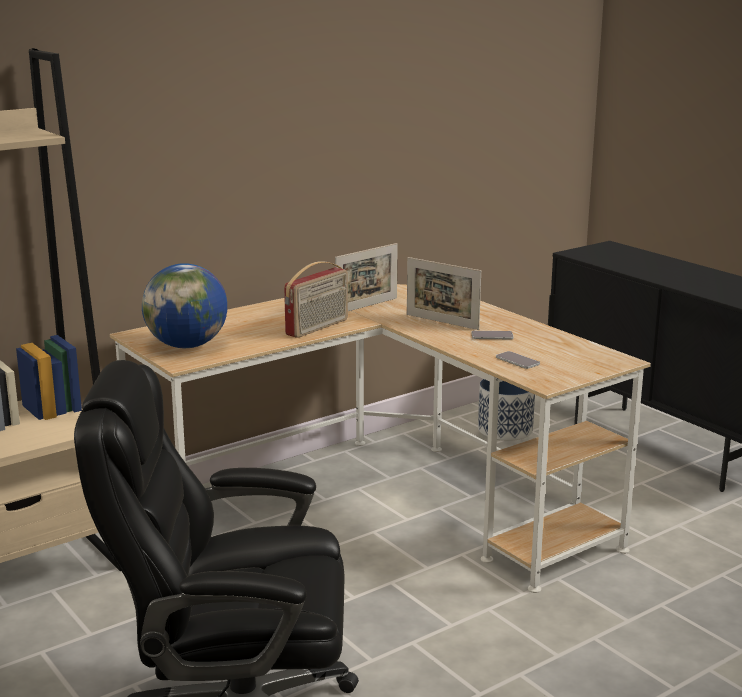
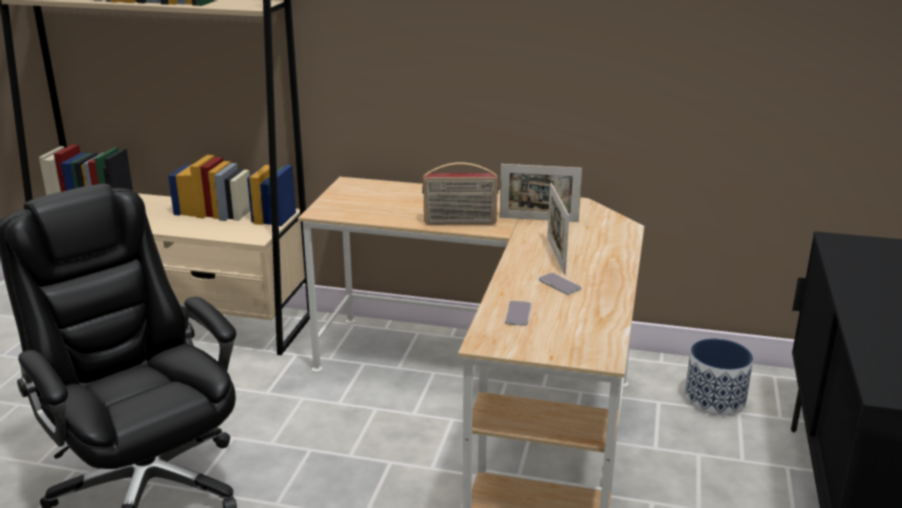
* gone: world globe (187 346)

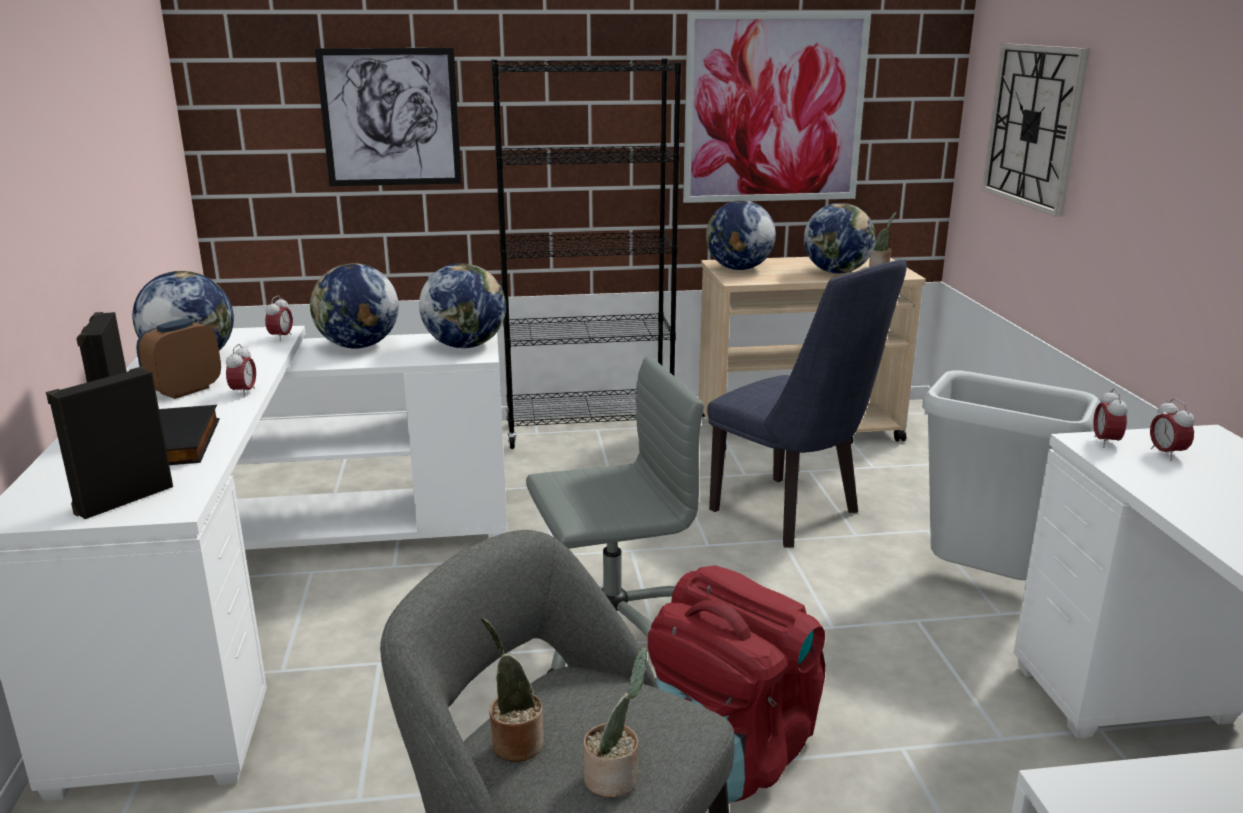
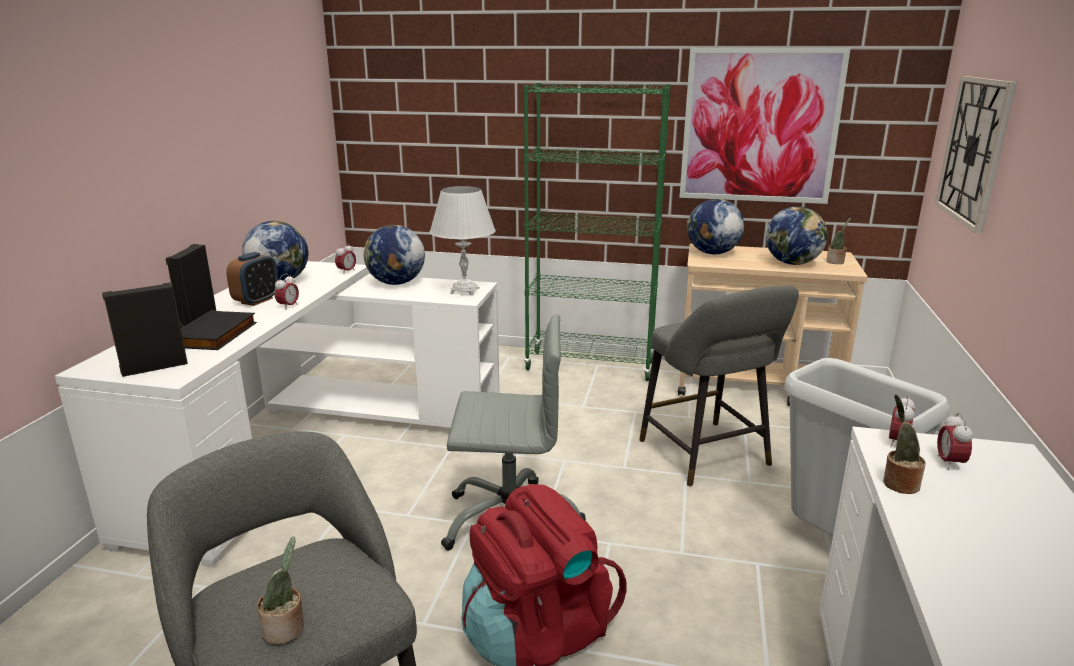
* gone: picture (390 117)
* repainted: black-coloured bookcase (589 432) to green bookcase (590 366)
* swapped: blue upright chair (794 515) to grey stool seat (708 456)
* swapped: world globe (465 345) to white-coloured table lamp (465 291)
* rotated: table clock (185 390) = (257 301) 150 degrees clockwise
* shifted: houseplant (514 743) to (898 483)

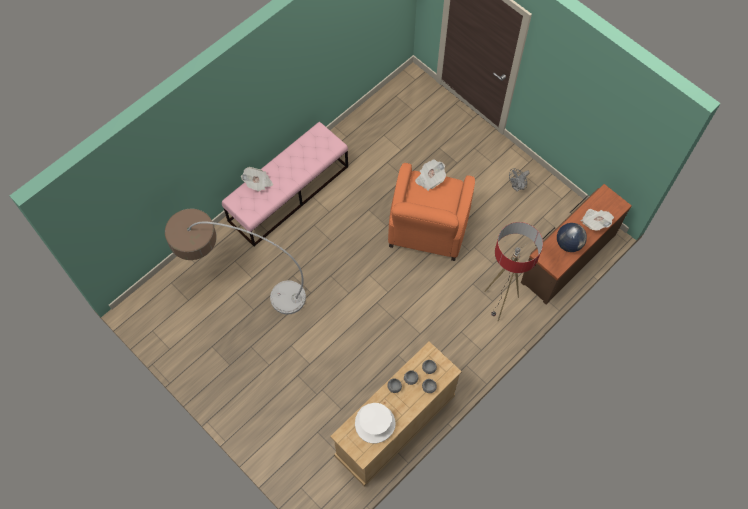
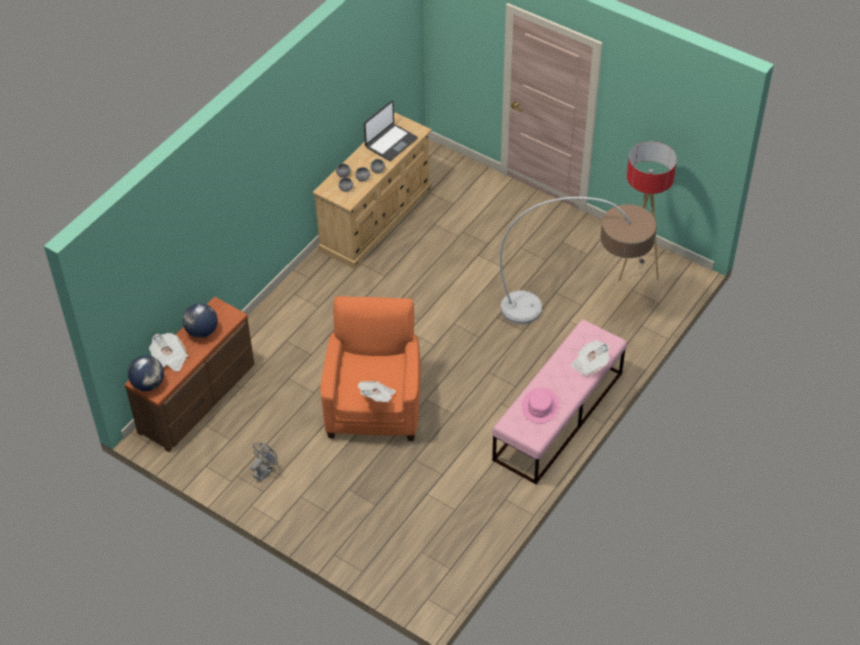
* shifted: standing lamp (500 303) to (637 271)
* swapped: white-coloured clothing hat (375 423) to portable computer (390 142)
* new: world globe (148 384)
* new: pink clothing hat (540 406)

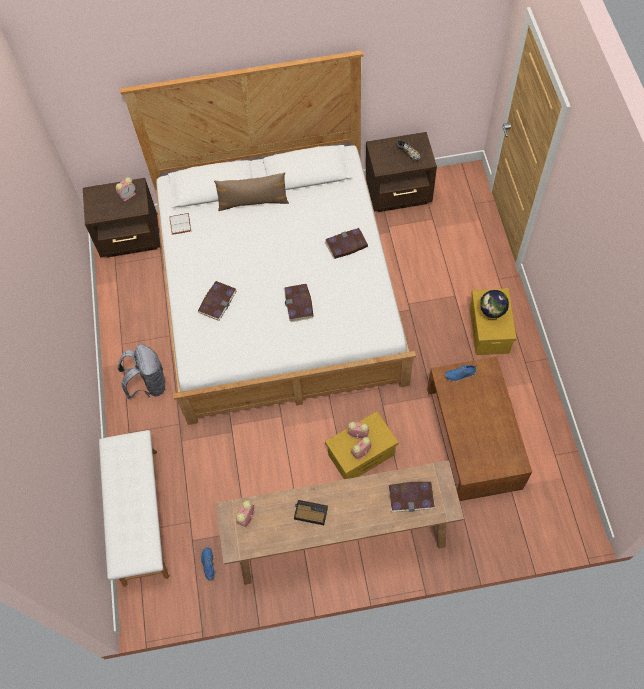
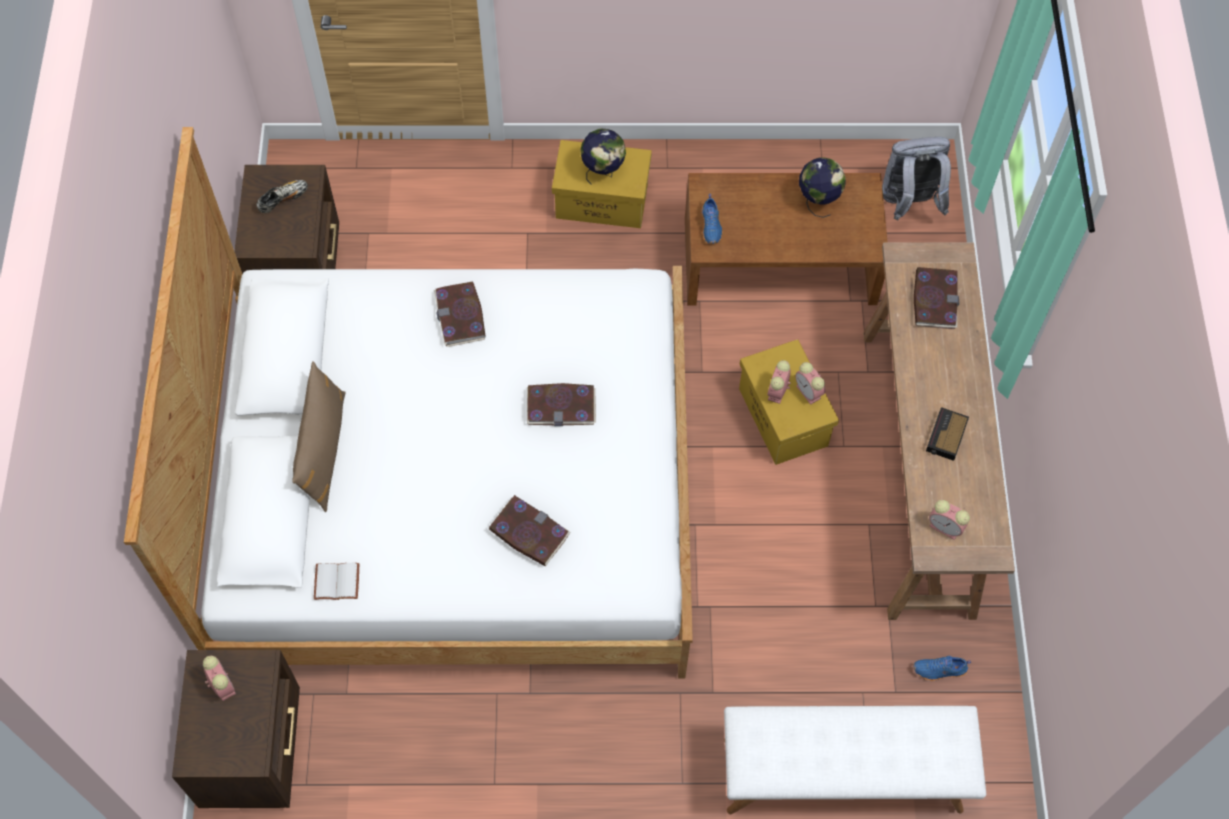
* shifted: grey rucksack (149 384) to (909 203)
* new: world globe (818 201)

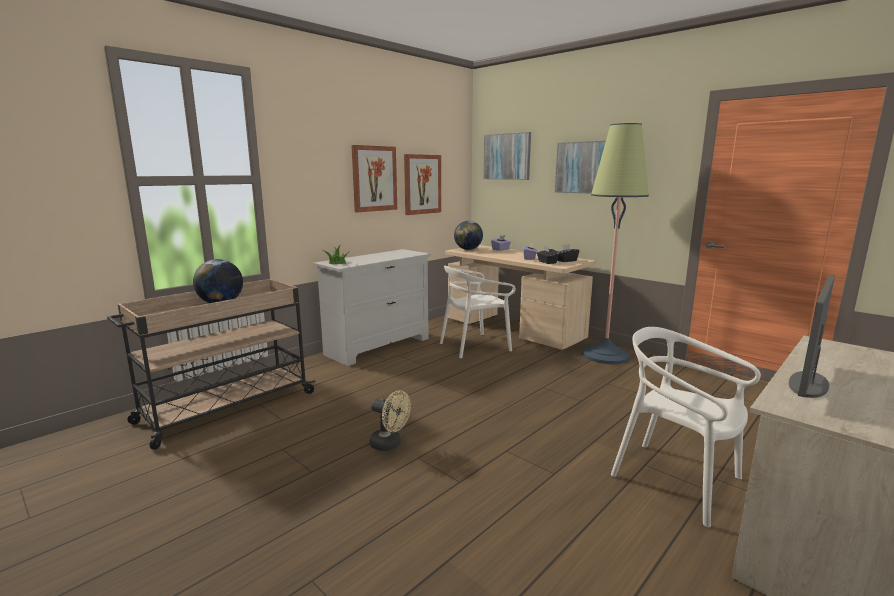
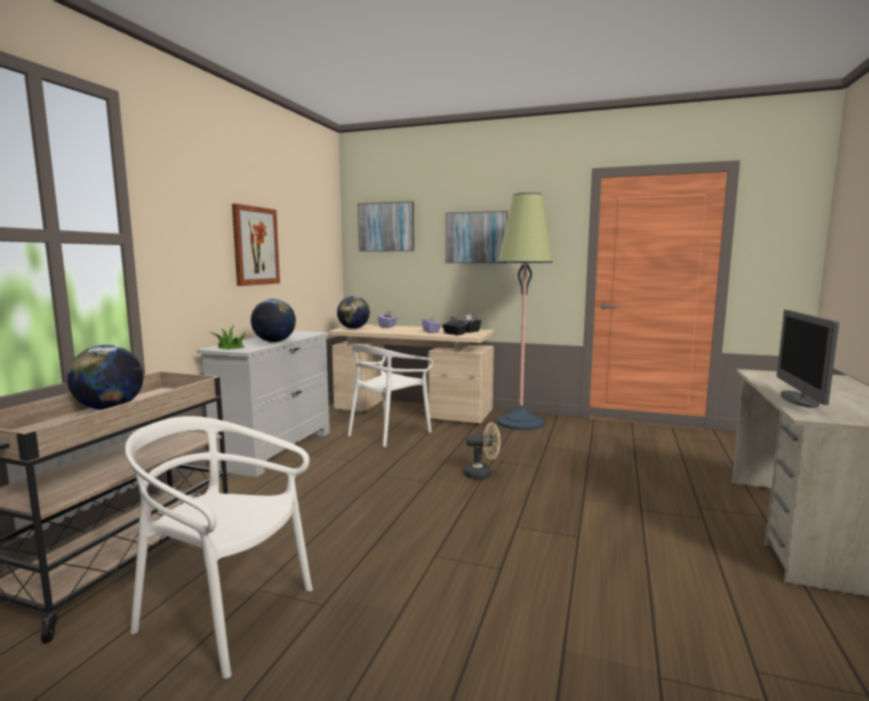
* gone: picture (422 184)
* shifted: white-coloured upright chair (676 480) to (225 615)
* shifted: beige-coloured cooling fan (390 444) to (482 474)
* new: world globe (274 342)

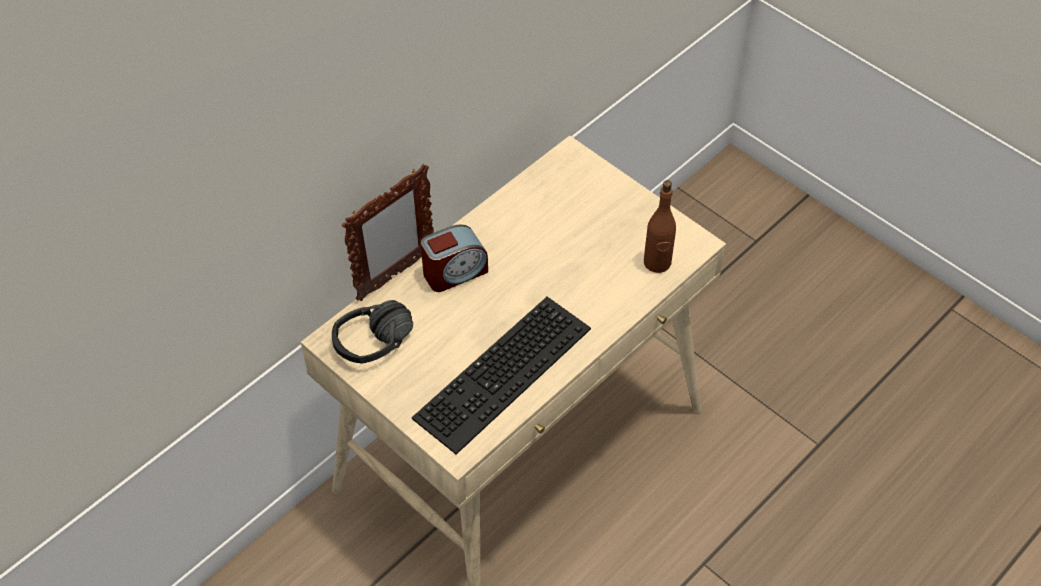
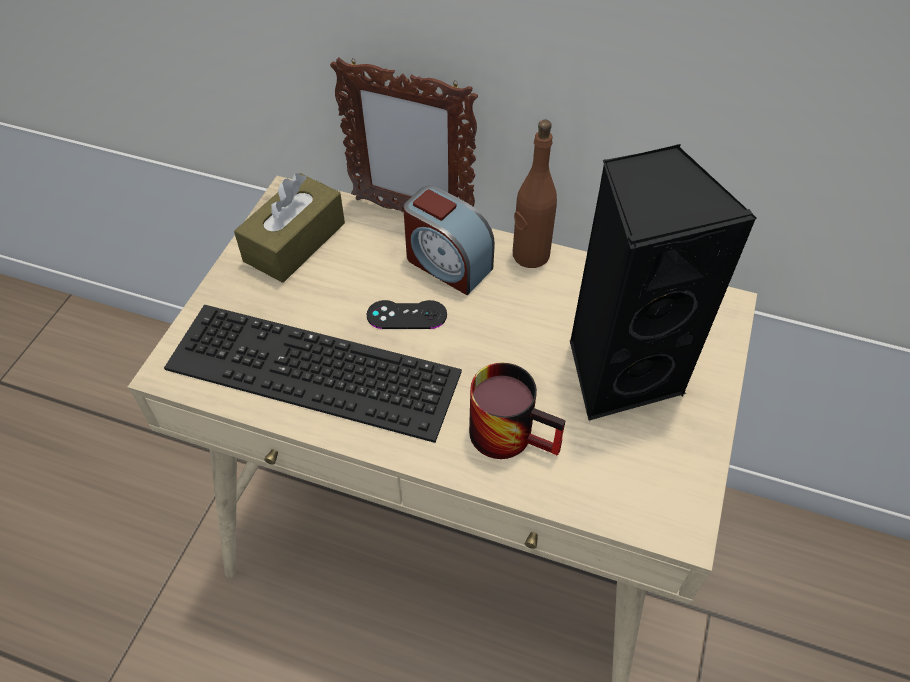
* shifted: brown drink bottle (657 263) to (530 255)
* swapped: black-coloured headphones (380 350) to brown box of tissues (295 242)
* new: black-coloured audio speaker (619 371)
* new: black-coloured gamepad (406 315)
* new: mug (513 432)

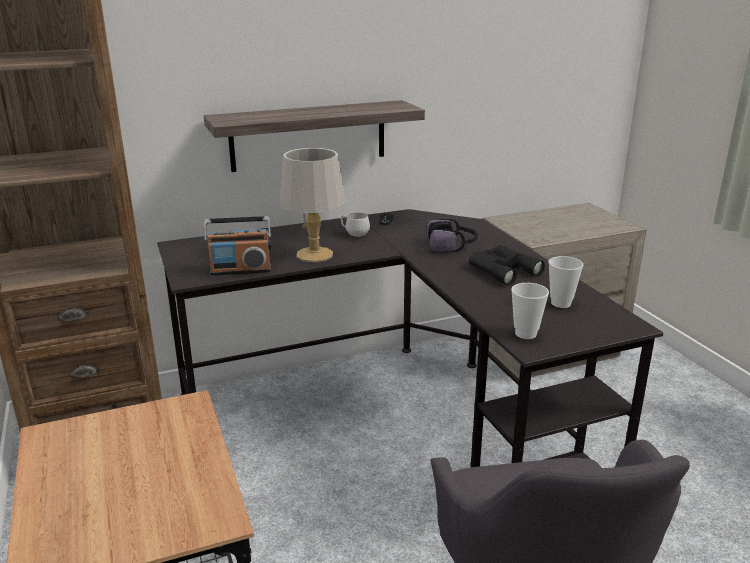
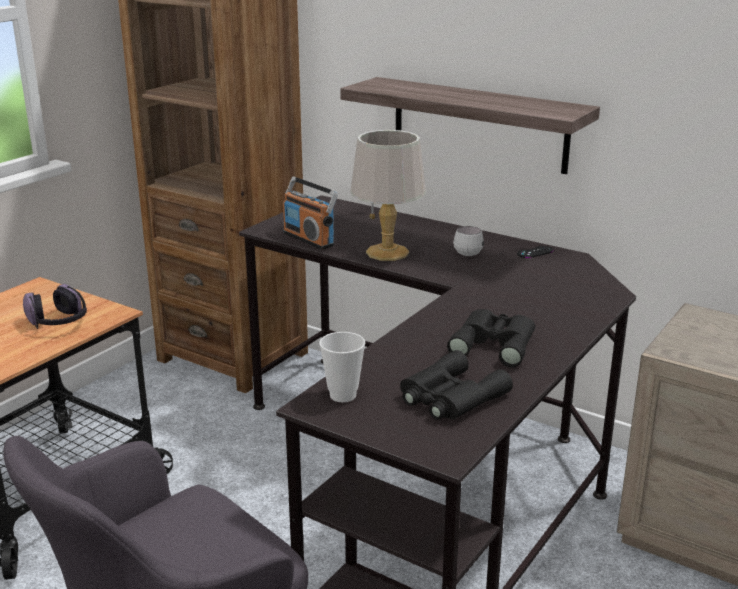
* shifted: headphones (452 246) to (58 323)
* swapped: drinking cup (561 303) to black-coloured pair of binoculars (449 397)

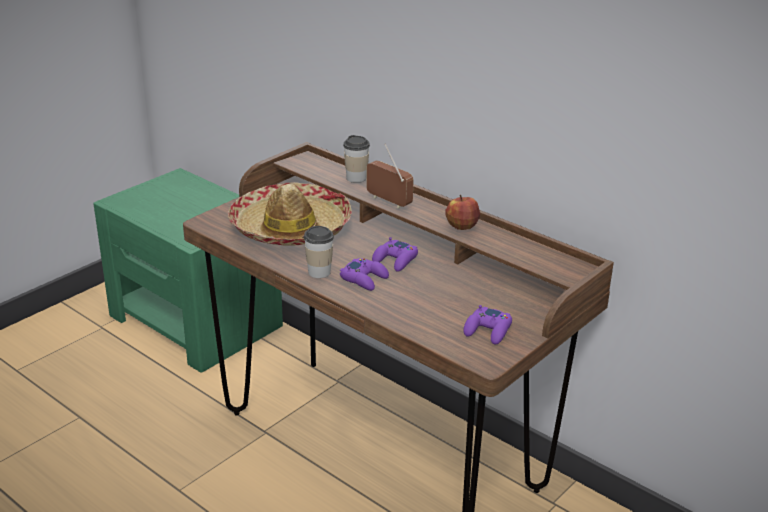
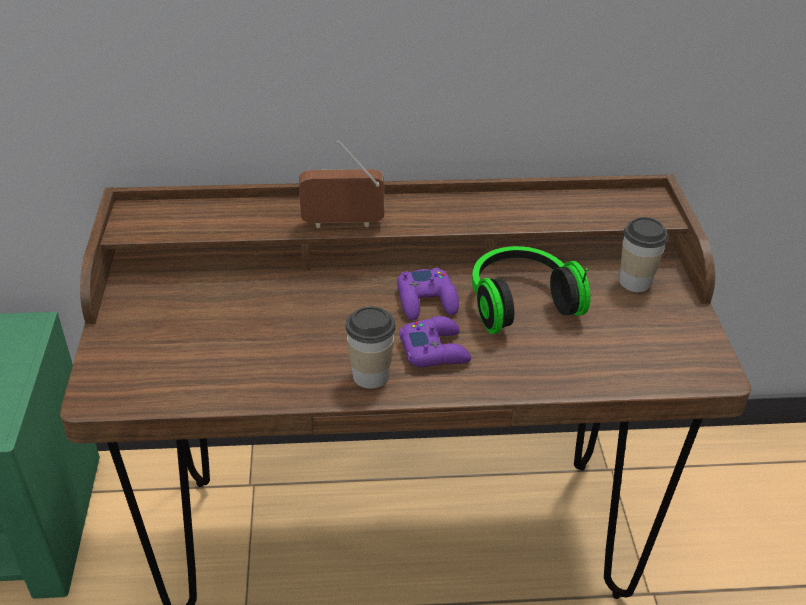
* shifted: drinking cup (356 178) to (635 282)
* gone: clothing hat (291 228)
* gone: apple fruit (462 227)
* gone: purplish gamepad (488 330)
* new: headphones (520 302)

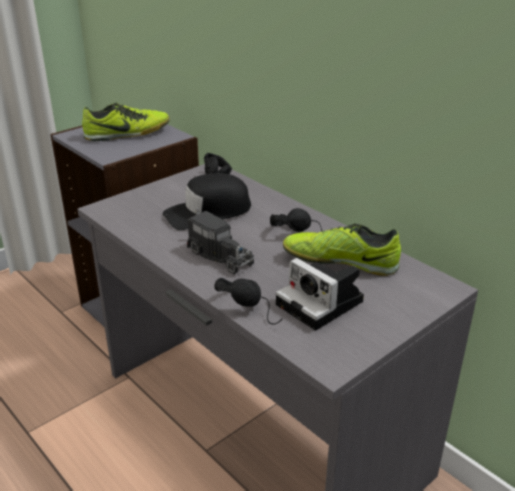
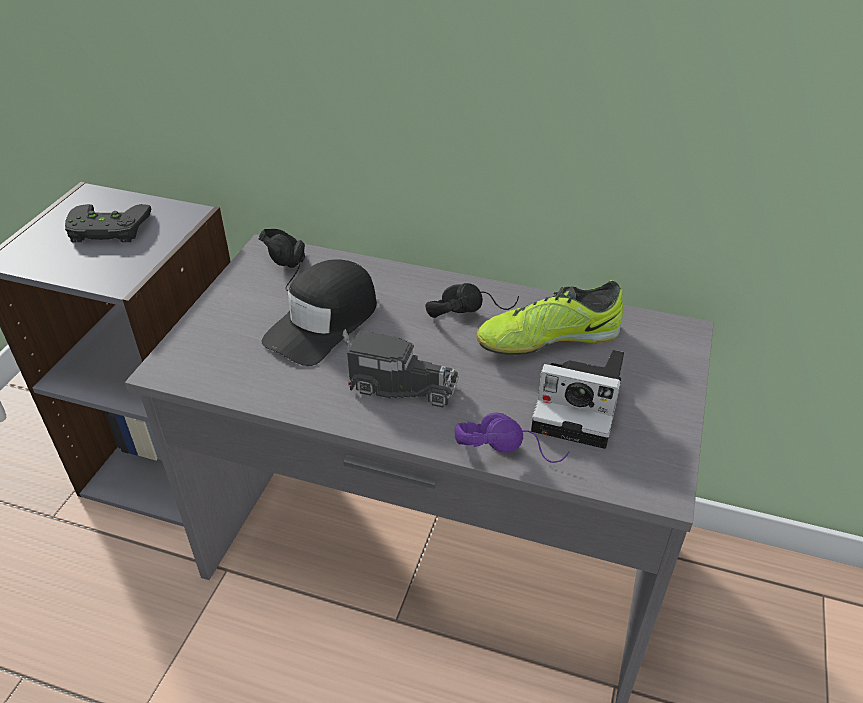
* swapped: item of footwear (127 134) to black-coloured gamepad (107 230)
* repainted: black-coloured headphones (252 307) to purplish headphones (509 447)

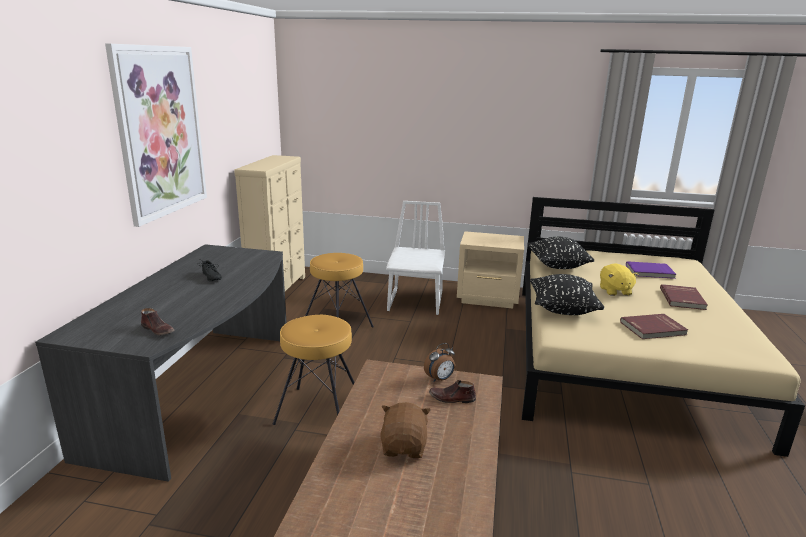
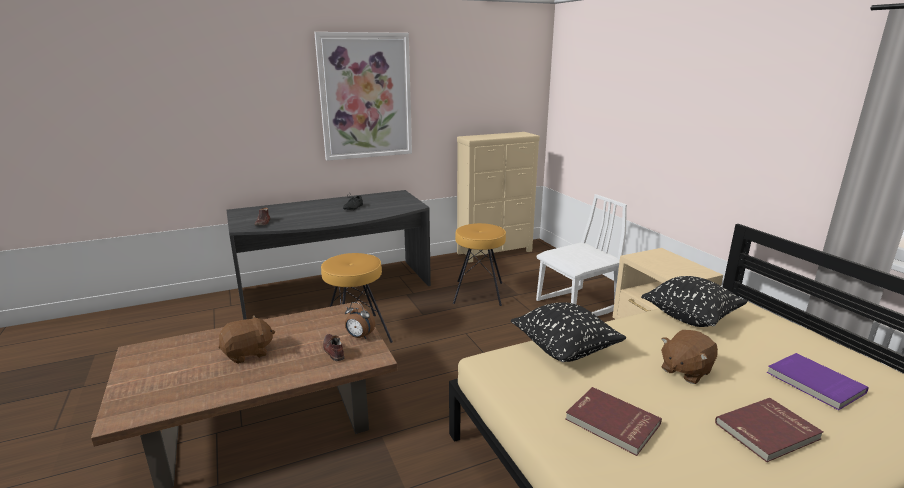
* repainted: yellowish plush toy (615 291) to brown plush toy (685 370)

